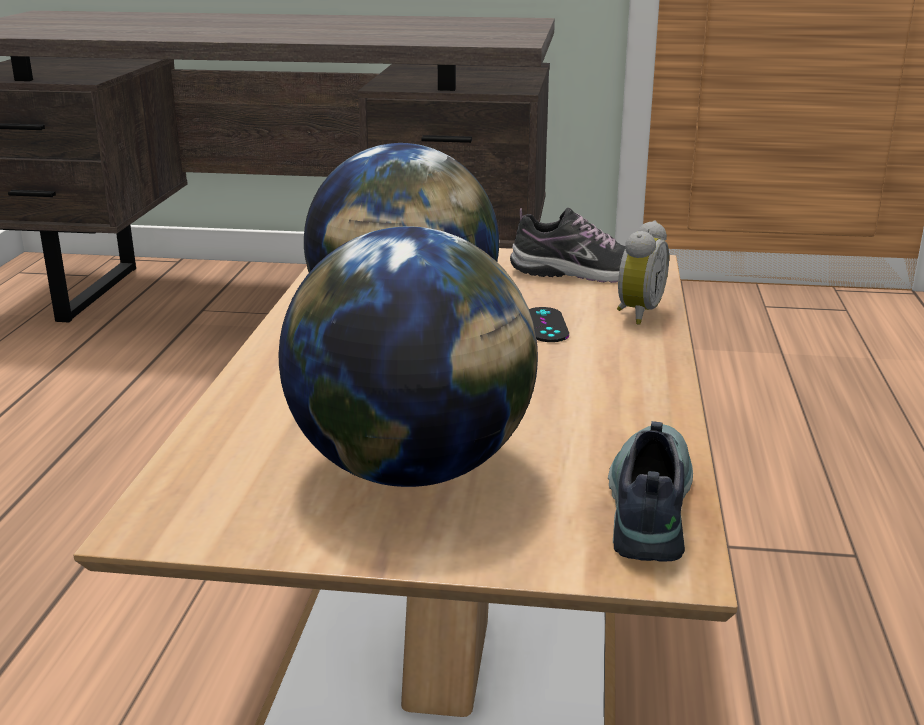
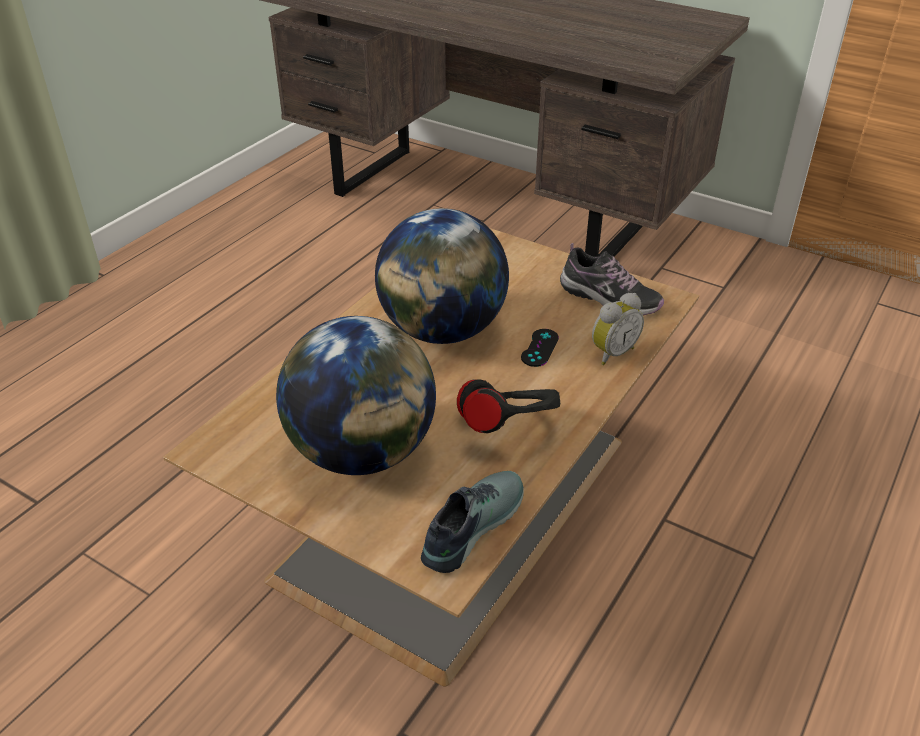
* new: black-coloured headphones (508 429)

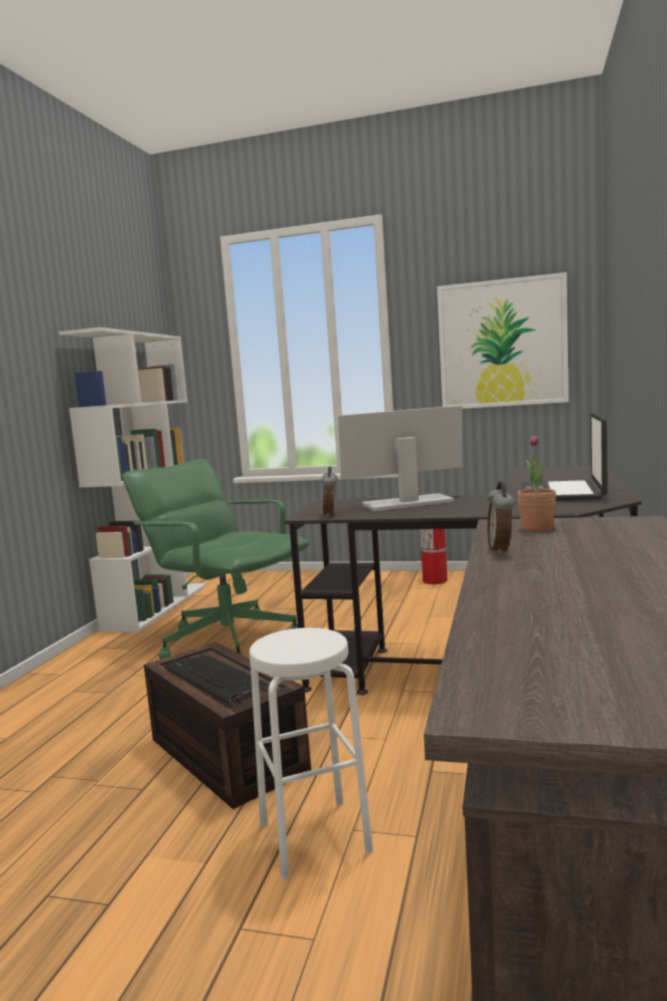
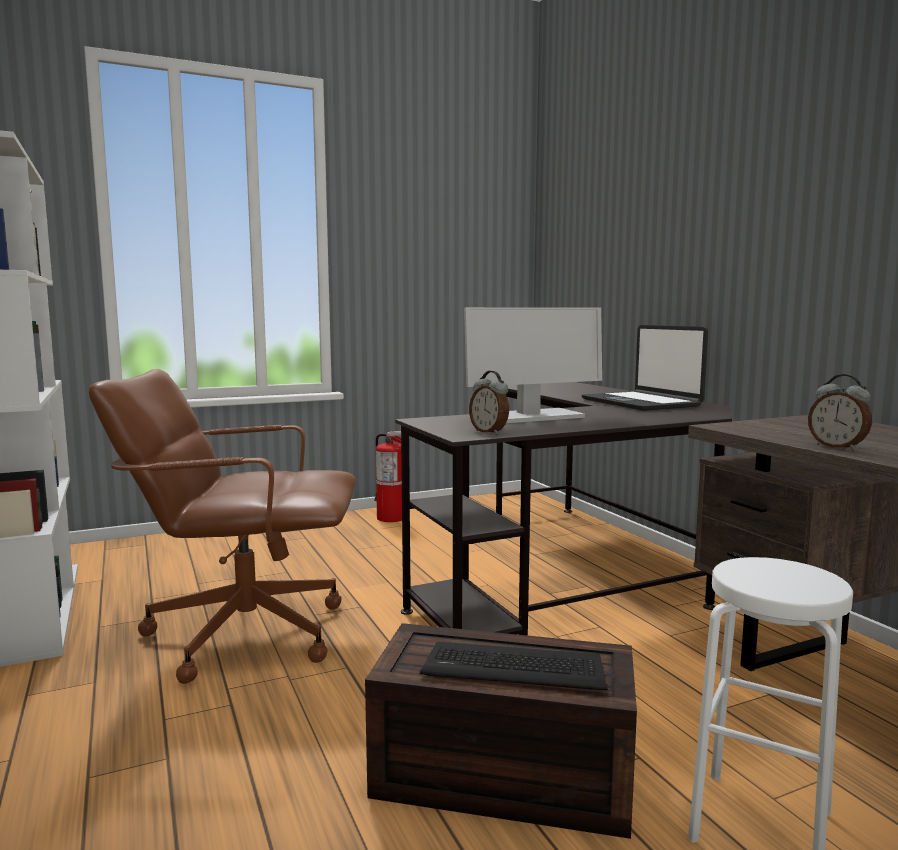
* gone: picture (502 343)
* rotated: computer display (408 503) = (529 417) 150 degrees counterclockwise
* gone: houseplant (537 528)
* repainted: green desk chair (228 640) to brown desk chair (244 632)

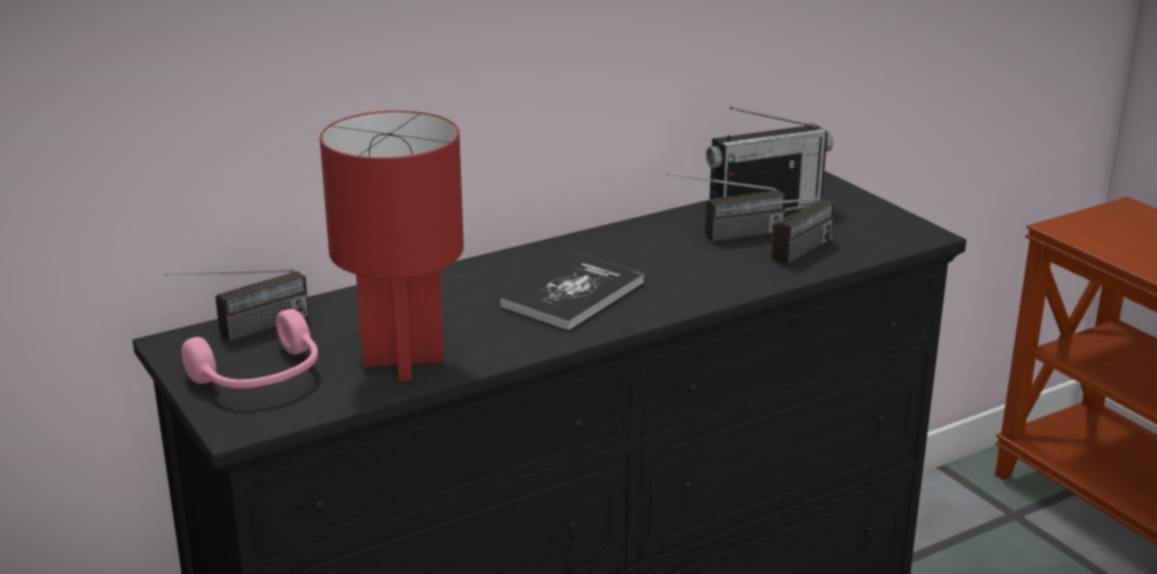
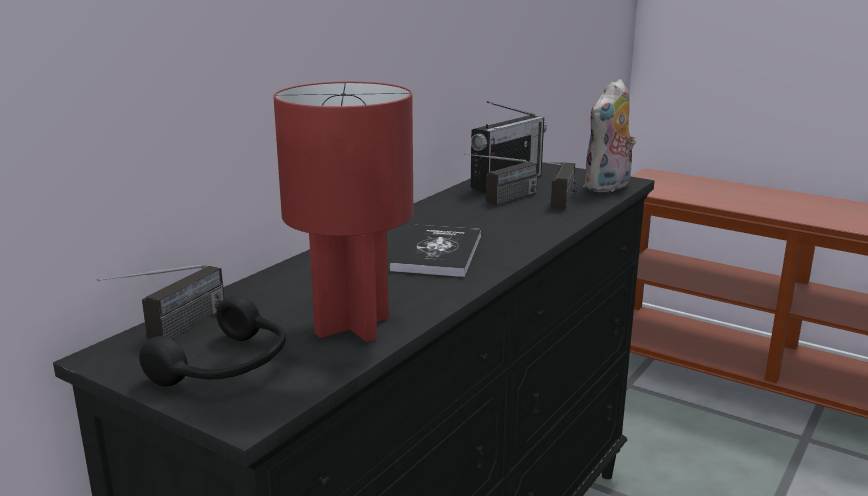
* repainted: pink headphones (261 377) to black-coloured headphones (227 367)
* new: plush toy (608 187)

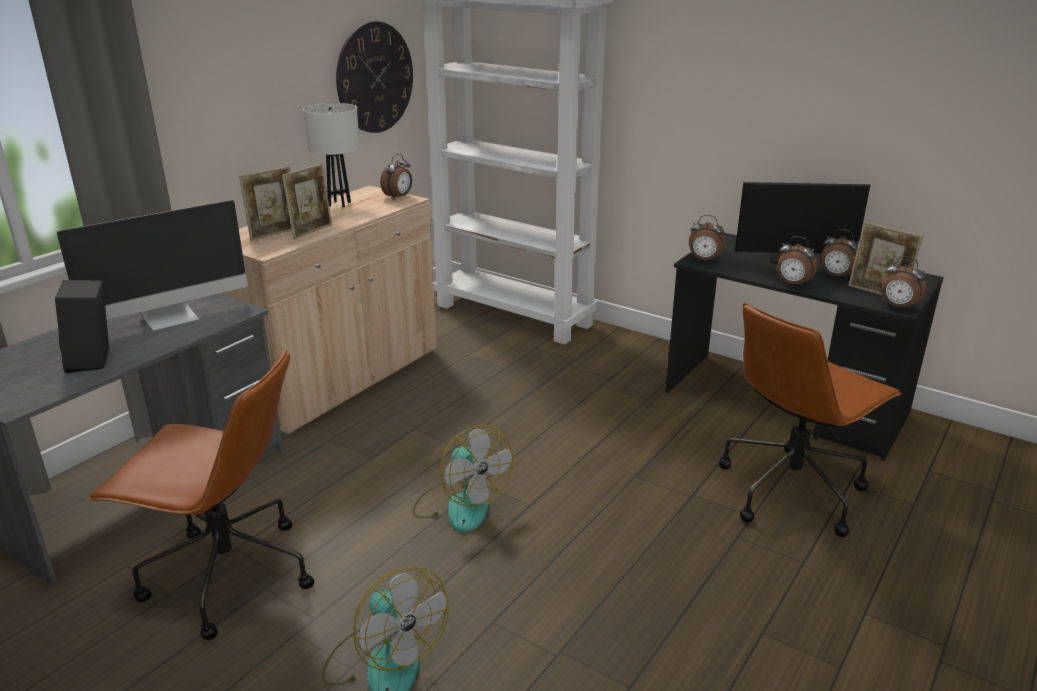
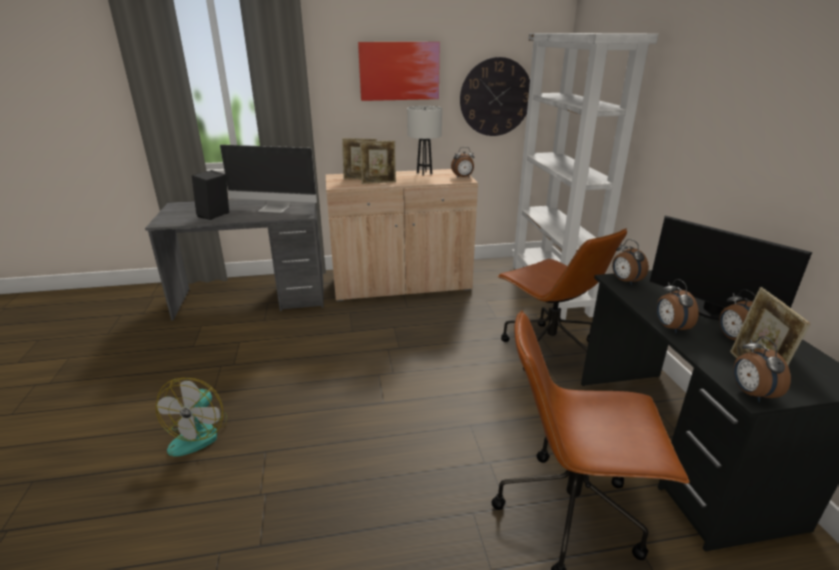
* shifted: brown desk chair (226 576) to (548 349)
* gone: cooling fan (460 505)
* new: picture (399 71)

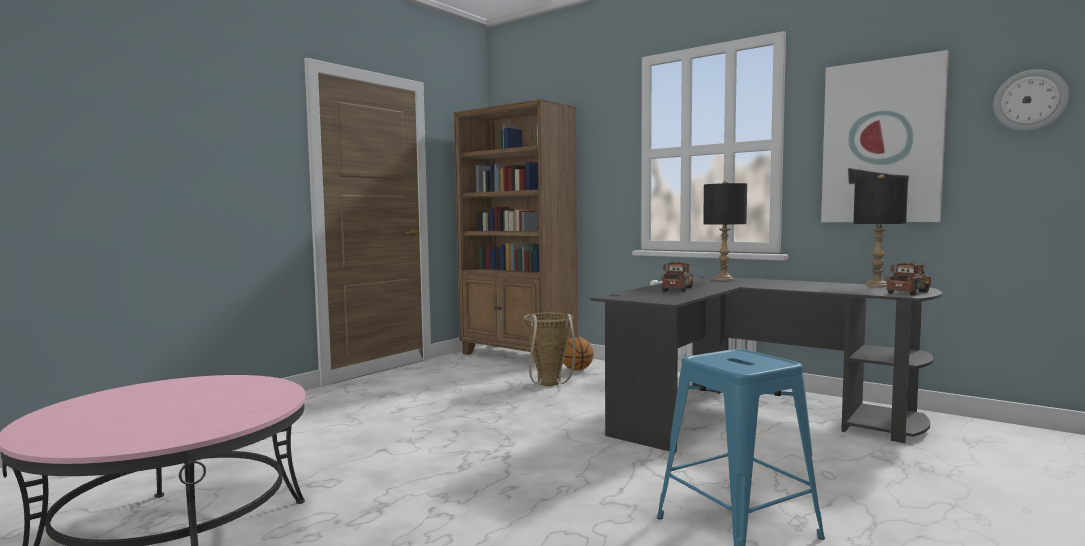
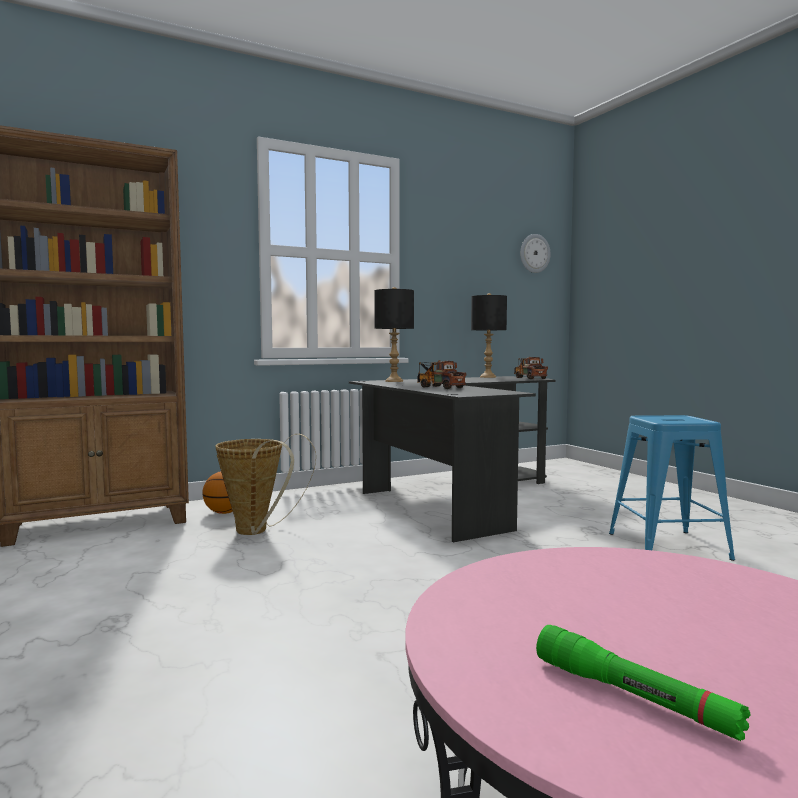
* gone: picture (881 142)
* new: green hand torch (632 697)

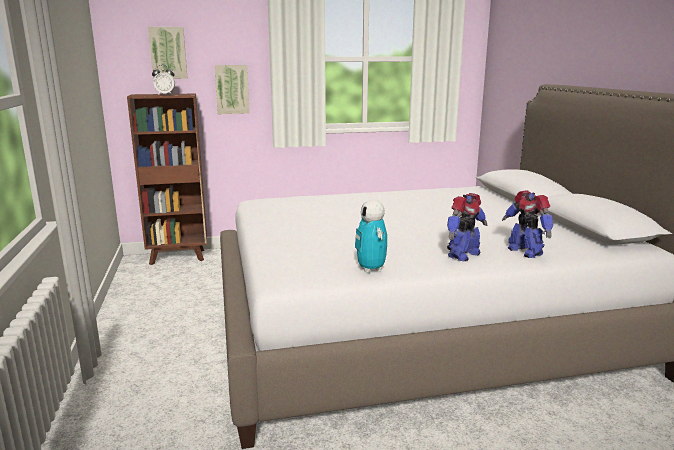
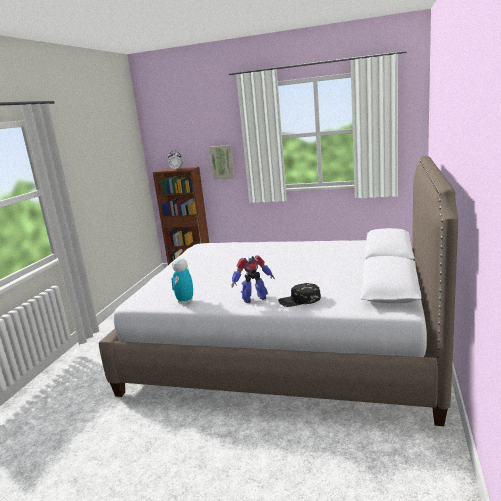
* gone: picture (168 53)
* swapped: model robot (525 251) to black-coloured peaked cap (299 300)

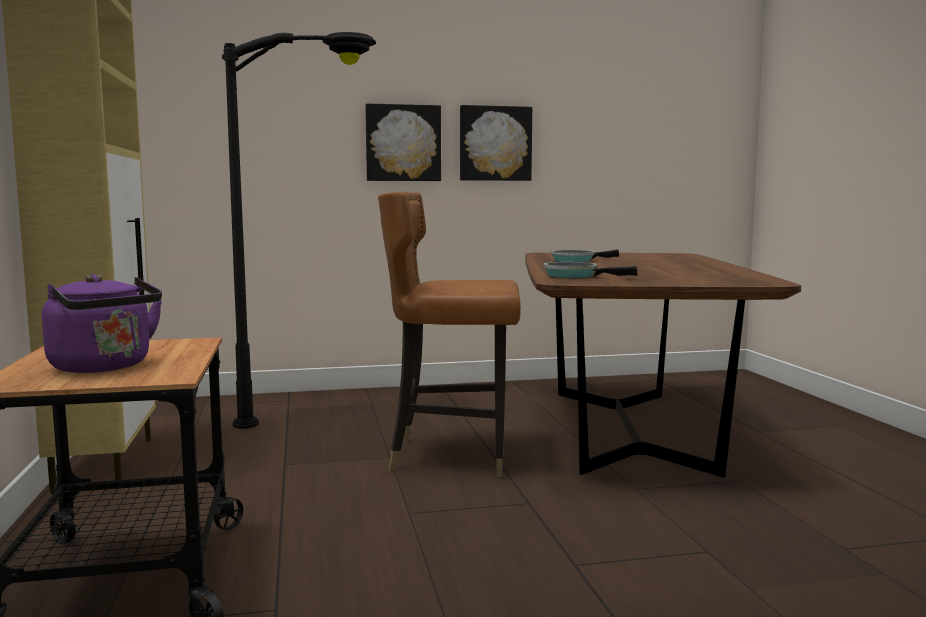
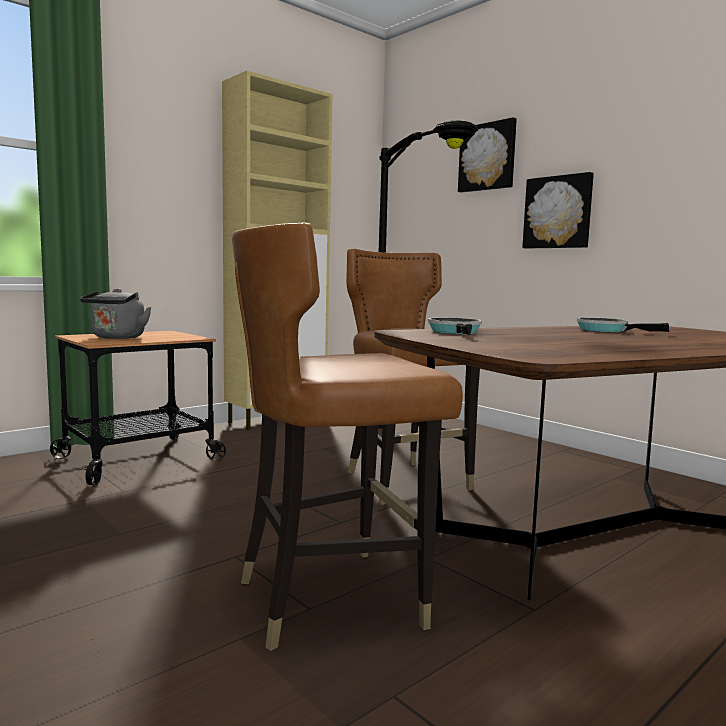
* shifted: picture (495 143) to (488 157)
* repainted: purplish water kettle (105 367) to grey water kettle (117 337)
* new: brown upright chair (332 598)

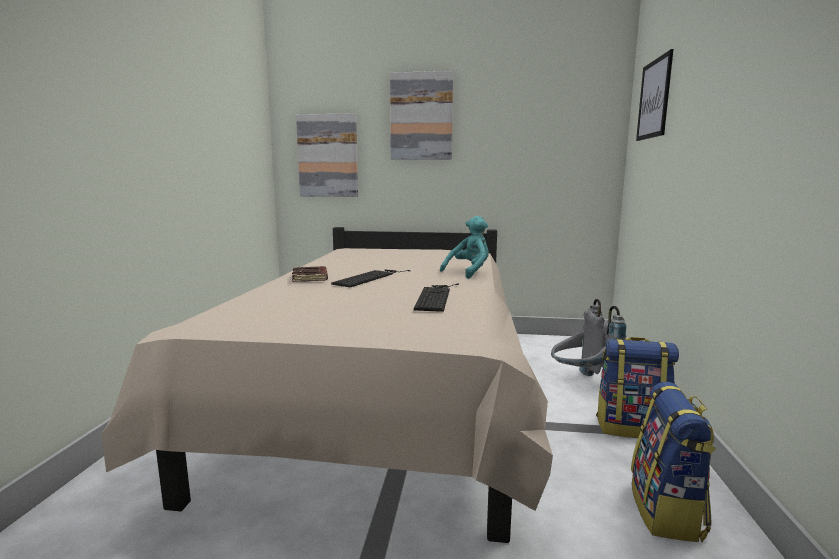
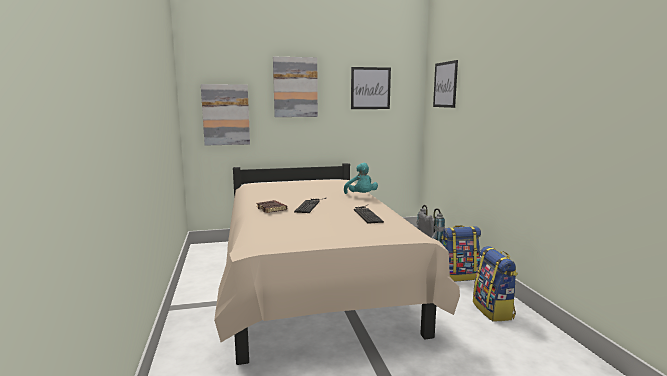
* rotated: turquoise-coloured plush toy (469 272) = (361 196) 135 degrees clockwise
* new: picture (370 88)

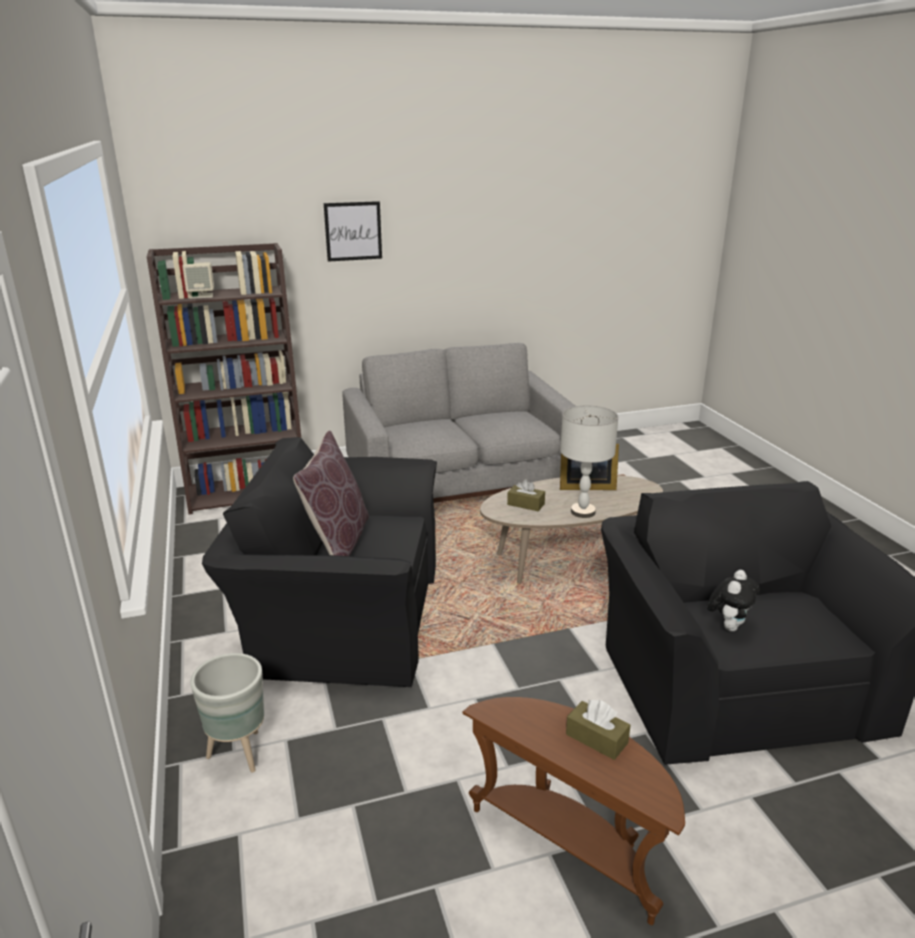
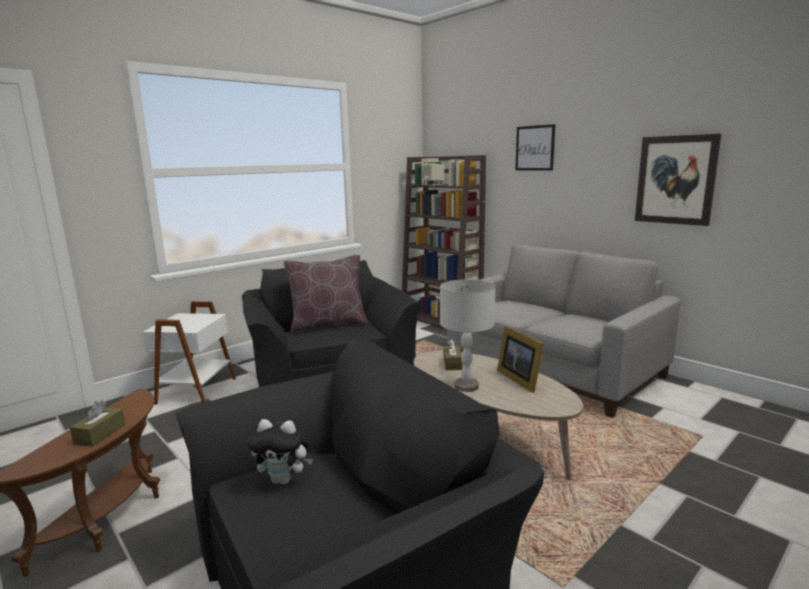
* swapped: grey planter (240 753) to white-coloured end table (195 390)
* new: picture (675 180)

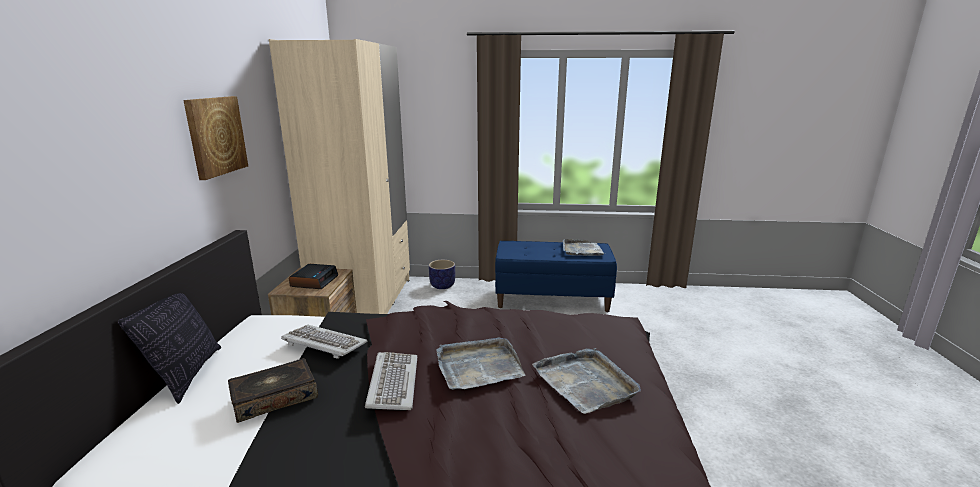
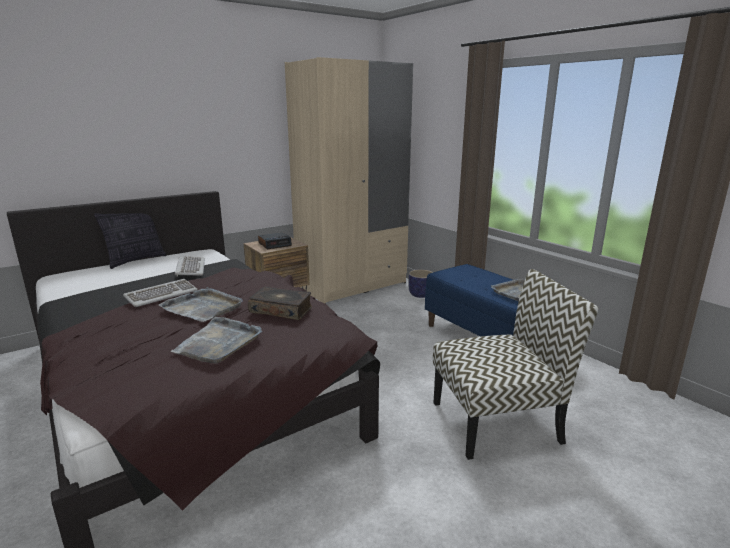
* gone: picture (215 136)
* shifted: bound book (274 398) to (281 310)
* new: upright chair (497 421)

